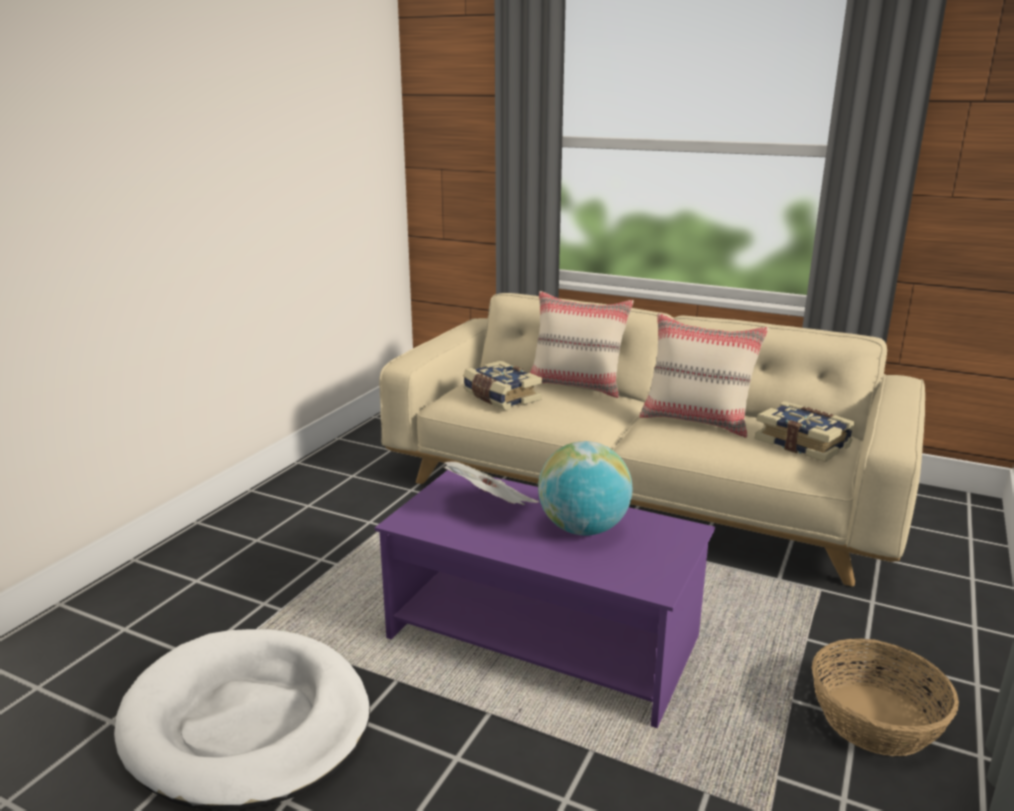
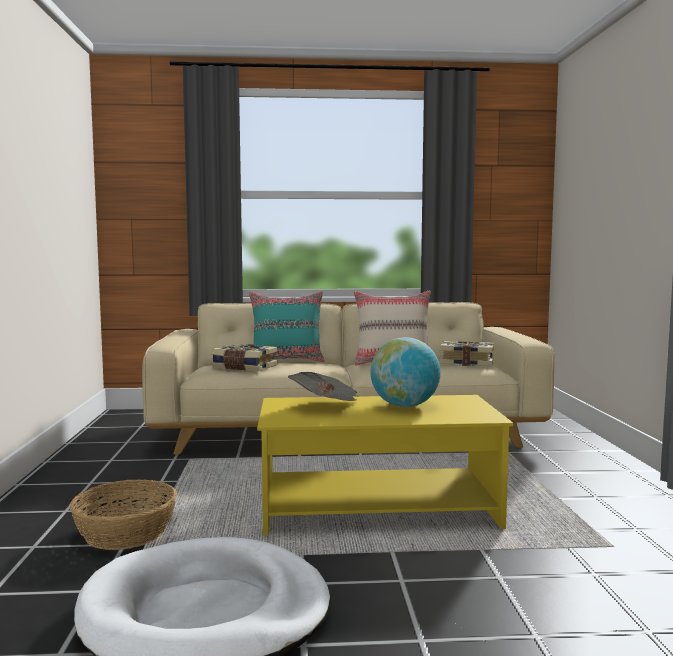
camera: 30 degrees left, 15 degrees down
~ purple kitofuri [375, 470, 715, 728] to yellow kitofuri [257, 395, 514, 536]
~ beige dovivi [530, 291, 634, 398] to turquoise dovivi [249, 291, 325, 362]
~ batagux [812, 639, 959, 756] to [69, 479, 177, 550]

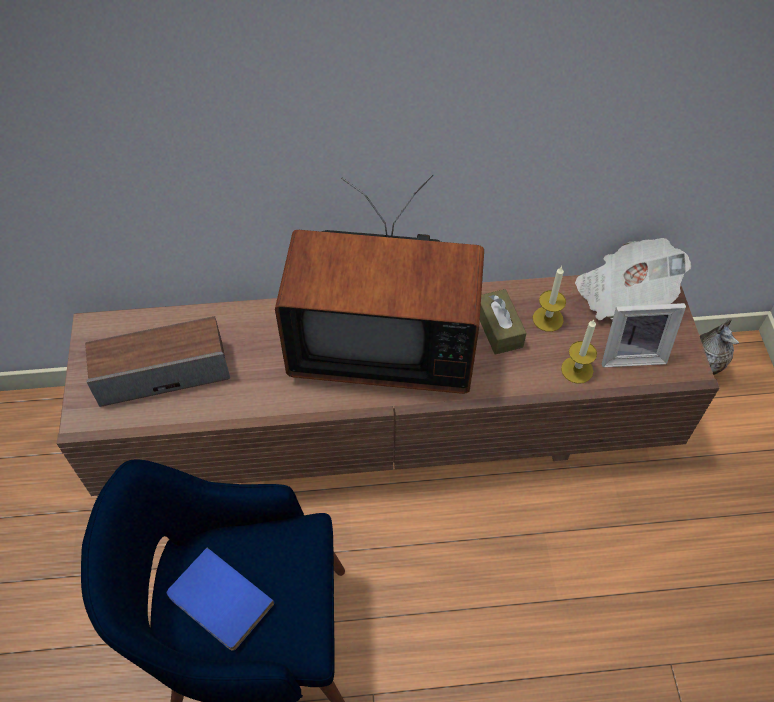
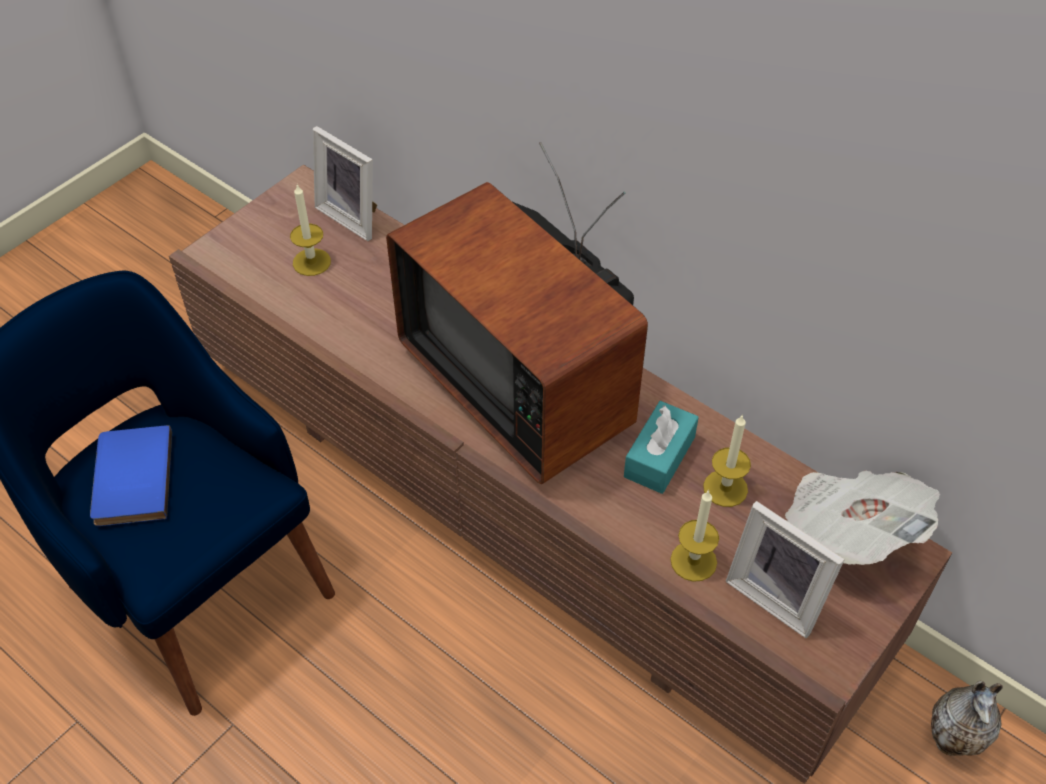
camera: 45 degrees right, 5 degrees down
~ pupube [85, 316, 230, 407] to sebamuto [290, 185, 331, 276]
~ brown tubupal [480, 289, 526, 355] to turquoise tubupal [624, 401, 699, 494]
+ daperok [313, 126, 377, 241]

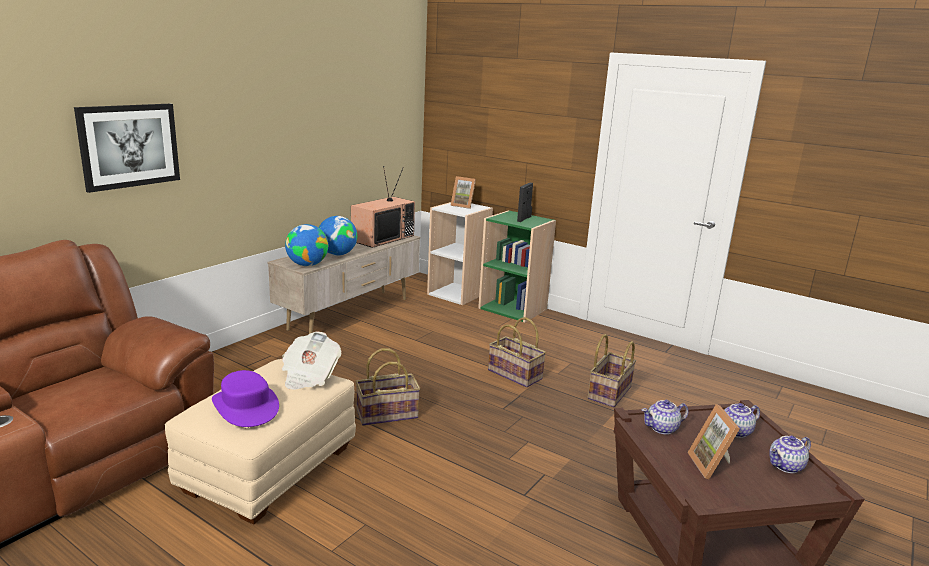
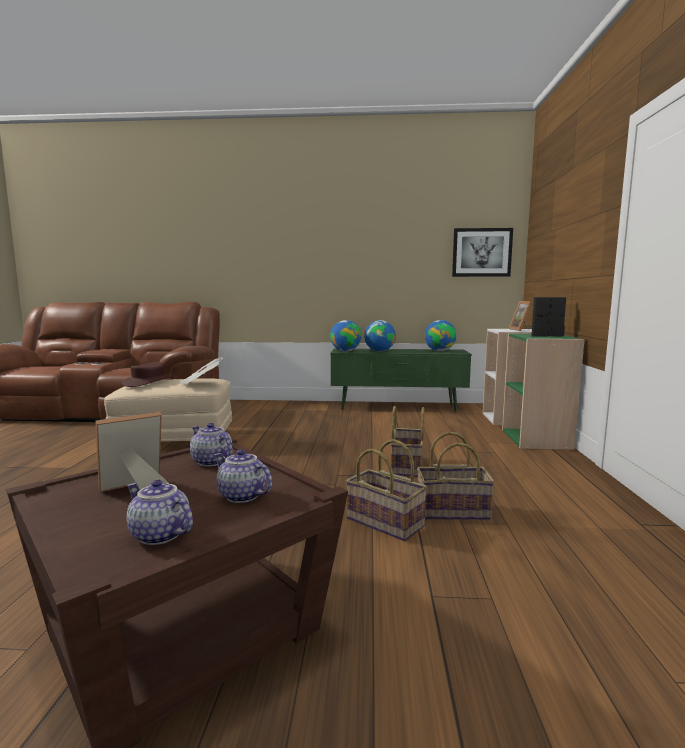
camera: 60 degrees right, 10 degrees down
~ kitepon [74, 104, 180, 193] to [452, 228, 513, 277]
~ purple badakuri [212, 370, 279, 427] to brown badakuri [122, 362, 173, 387]
~ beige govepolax [267, 235, 420, 334] to green govepolax [330, 349, 472, 412]
~ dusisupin [351, 166, 415, 248] to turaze [425, 320, 456, 351]
~ batagux [355, 348, 421, 426] to [346, 439, 427, 541]

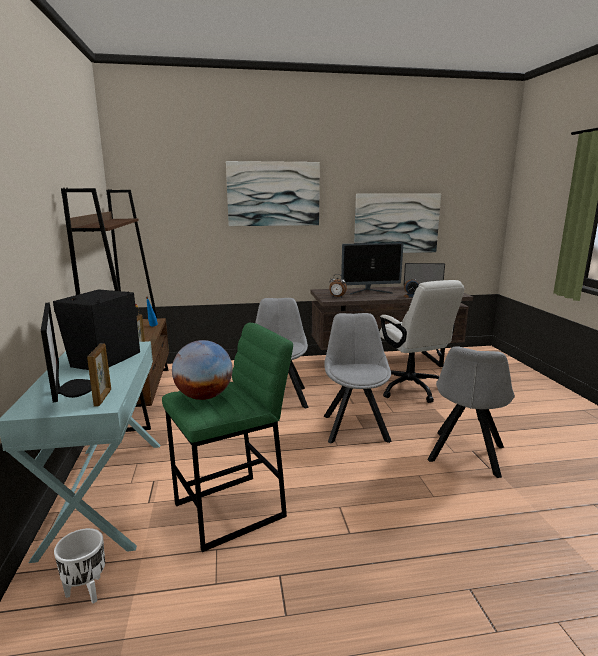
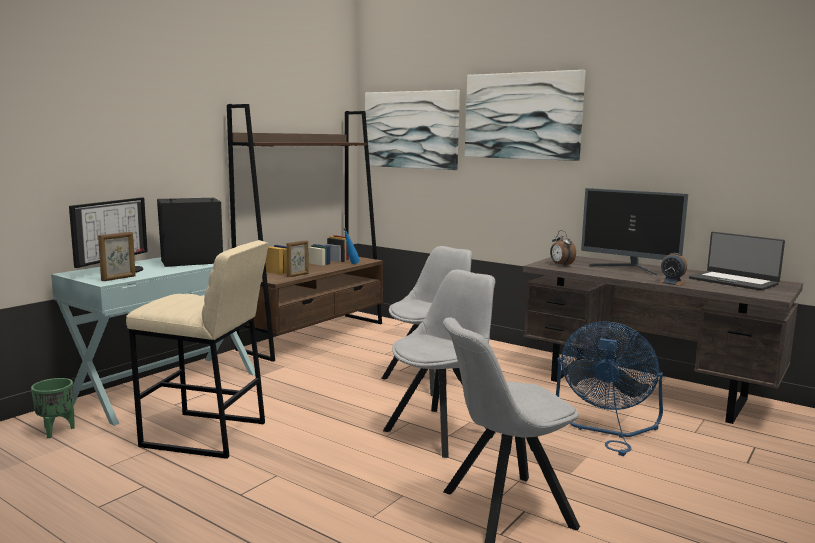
camera: 45 degrees right, 5 degrees down
~ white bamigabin [54, 528, 105, 604] to green bamigabin [31, 378, 75, 438]
~ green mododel [162, 323, 293, 552] to beige mododel [126, 240, 268, 459]
- turaze [172, 340, 233, 400]
~ kitepon [354, 194, 441, 253] to [365, 90, 460, 170]
~ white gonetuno [379, 280, 464, 403] to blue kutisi [556, 322, 663, 456]

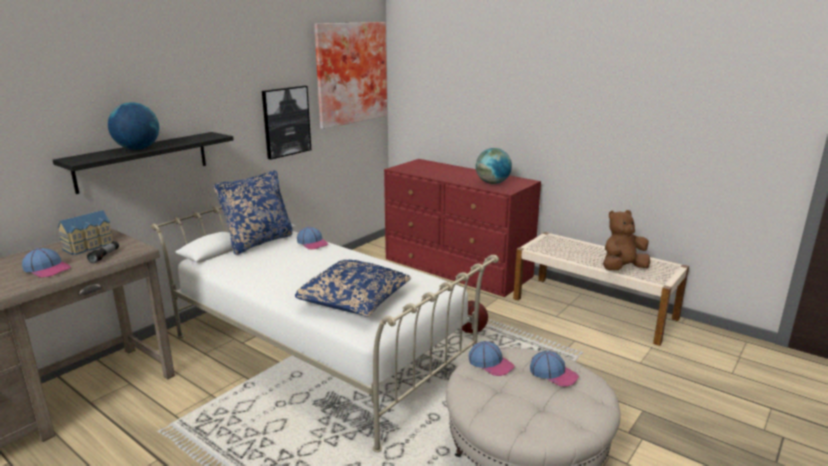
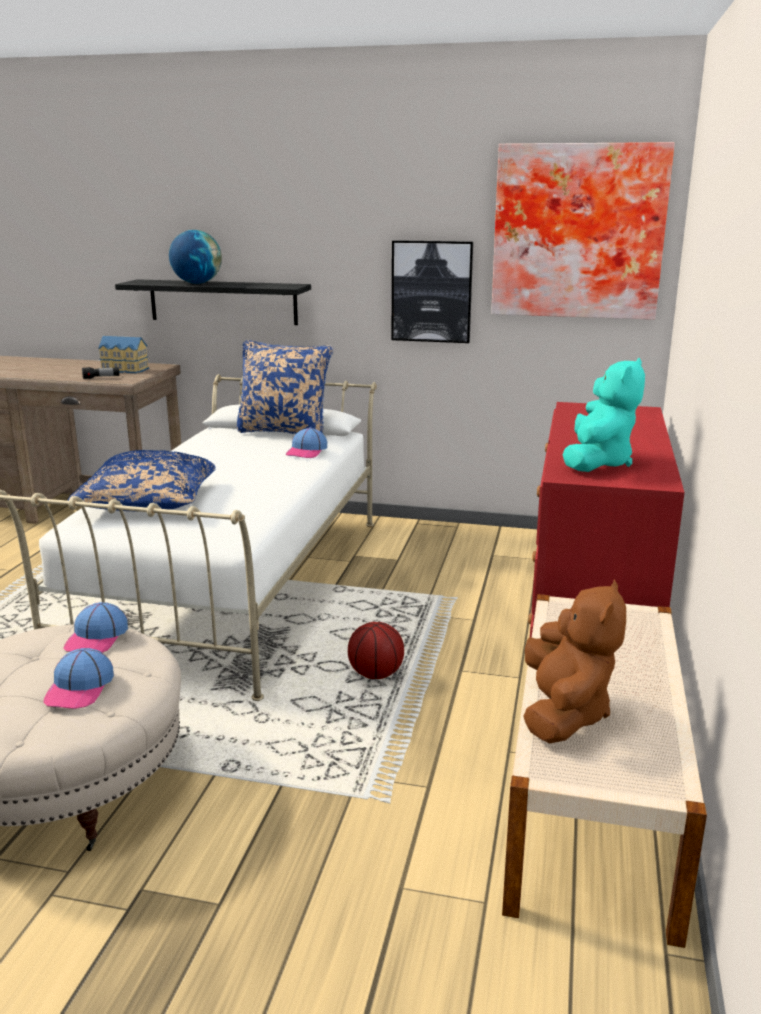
camera: 65 degrees right, 0 degrees up
- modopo [22, 248, 71, 278]
~ turaze [476, 148, 512, 184] to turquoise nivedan [562, 358, 645, 472]
~ brown nivedan [603, 210, 650, 270] = [523, 580, 626, 744] 60 degrees clockwise

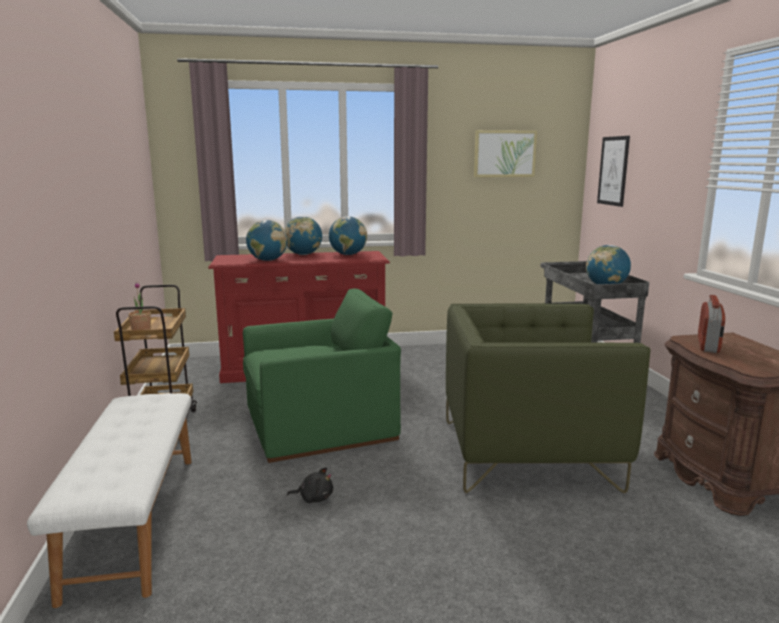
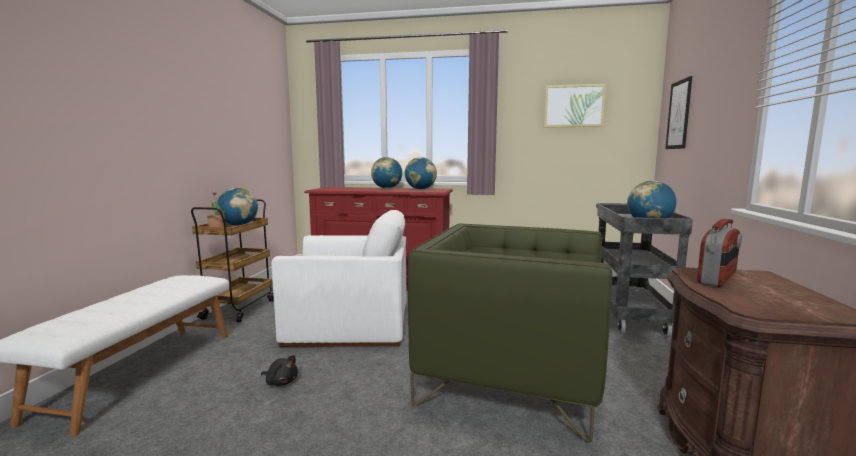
camera: 20 degrees right, 5 degrees down
~ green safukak [243, 288, 401, 463] to white safukak [271, 210, 407, 347]
~ turaze [246, 220, 288, 261] to [217, 188, 258, 226]

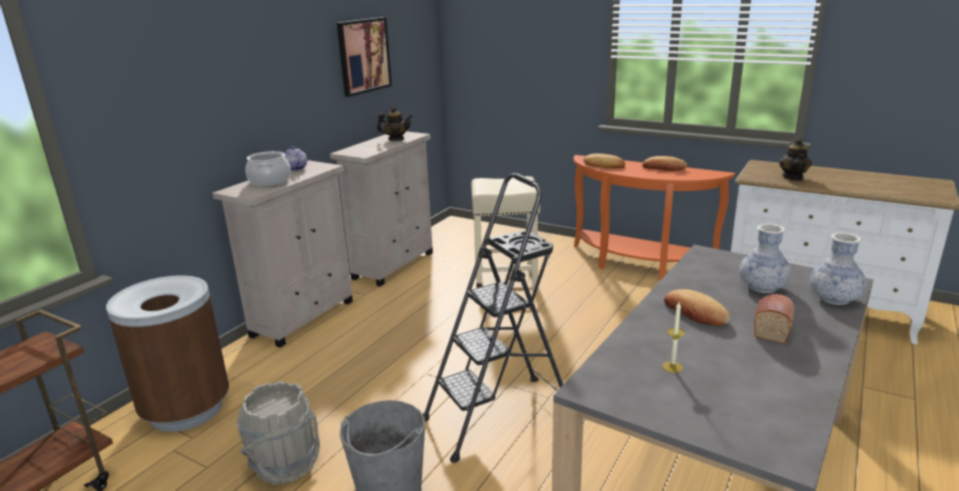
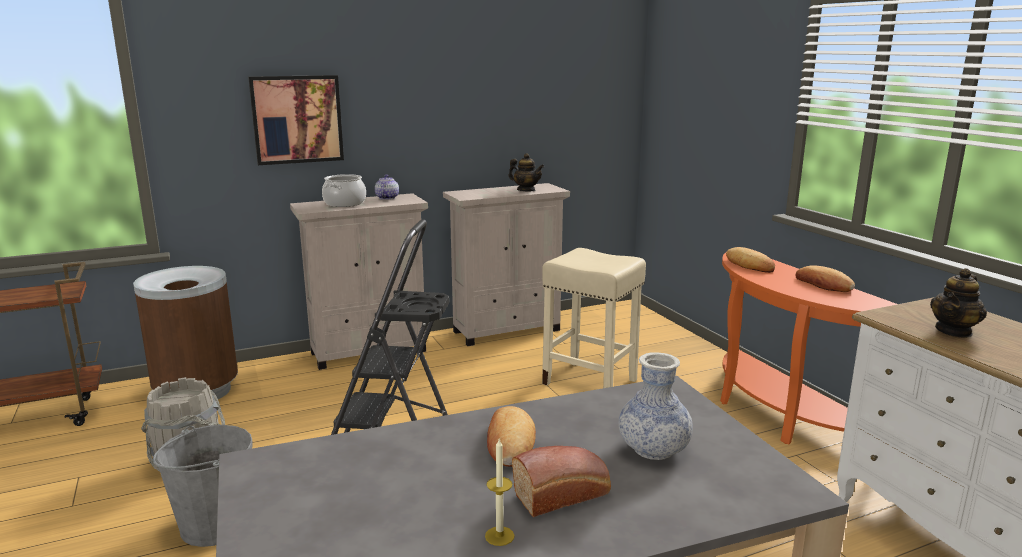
camera: 35 degrees right, 5 degrees down
~ kitepon [337, 17, 392, 97] to [248, 75, 344, 165]
~ sebamuto [663, 303, 685, 373] to [485, 439, 515, 546]
- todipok [810, 232, 867, 305]

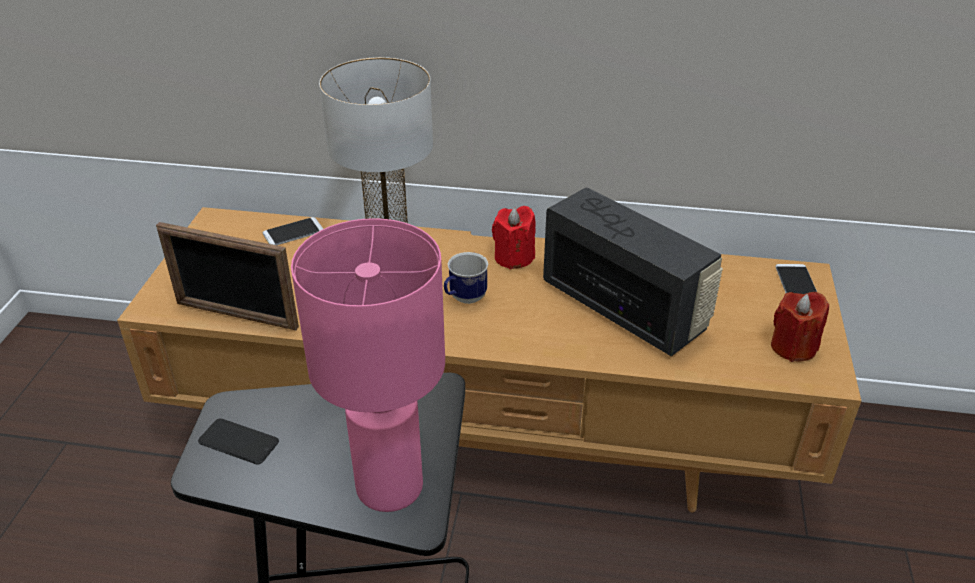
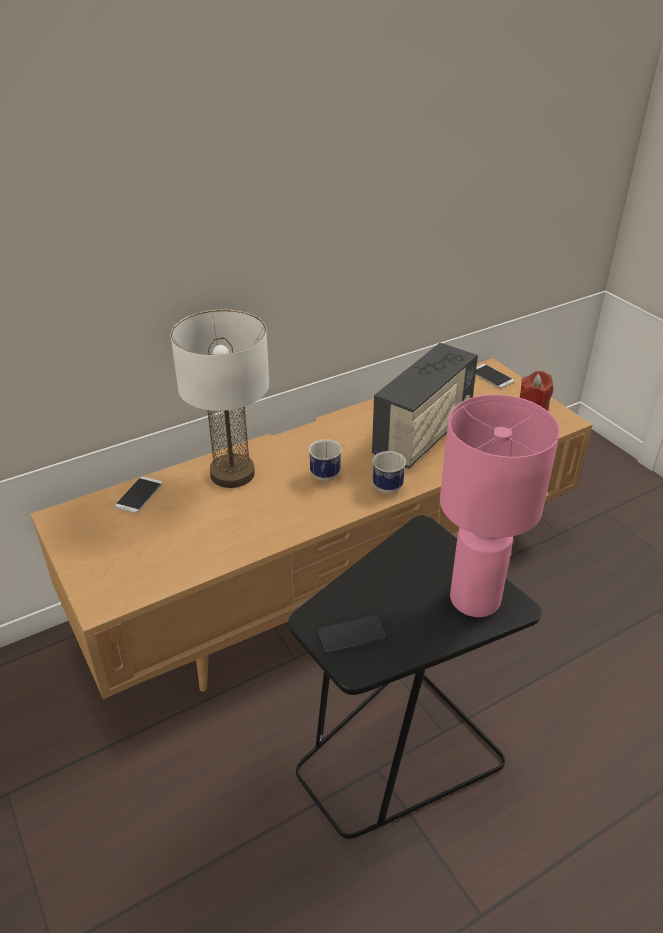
camera: 40 degrees left, 0 degrees up
- daperok [156, 222, 299, 330]
- red sebamuto [492, 206, 536, 270]
~ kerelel [543, 188, 723, 356] = [372, 343, 478, 469] 120 degrees clockwise
+ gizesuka [372, 451, 406, 494]

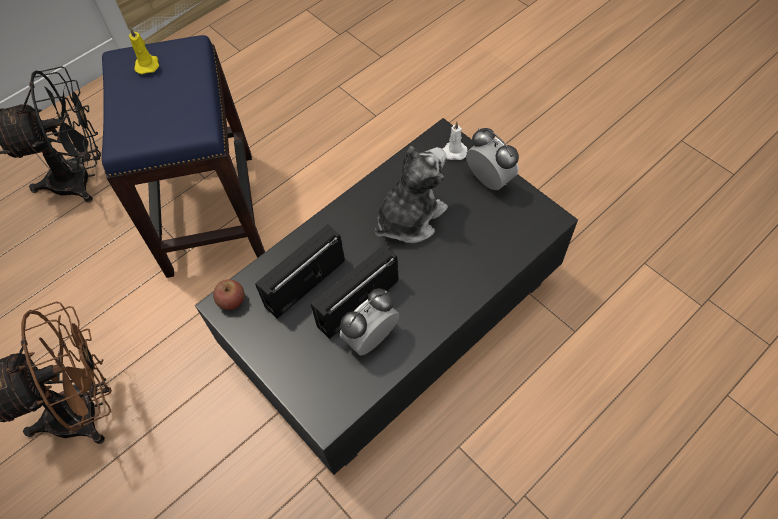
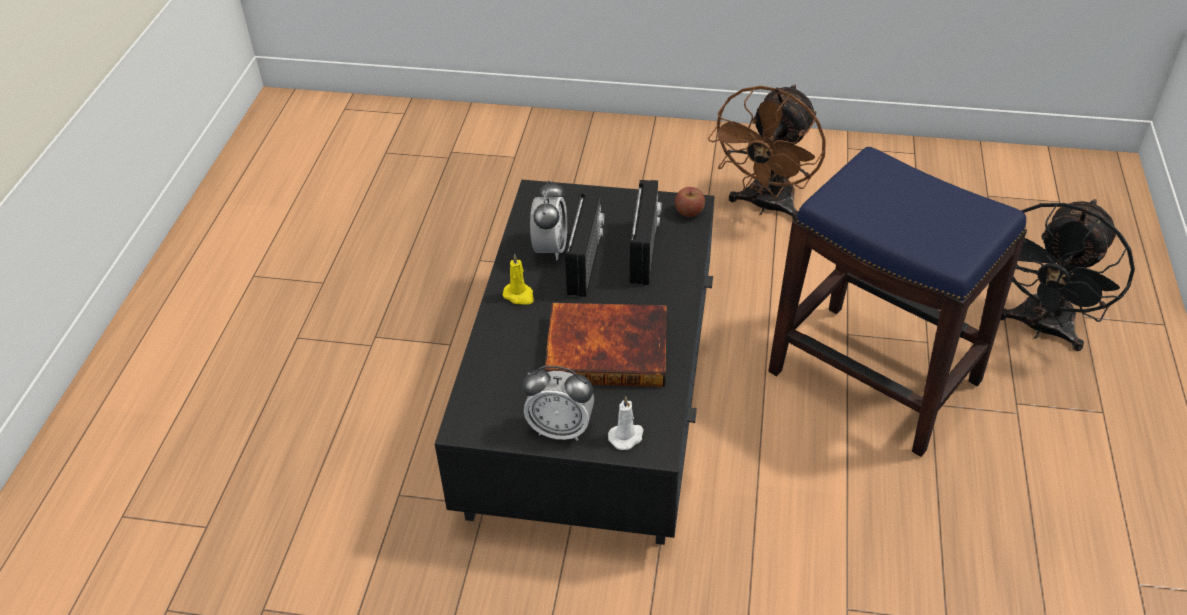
camera: 140 degrees right, 15 degrees down
~ yellow sebamuto [129, 27, 159, 74] to [503, 254, 534, 305]
~ nivedan [375, 146, 448, 243] to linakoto [544, 303, 667, 387]

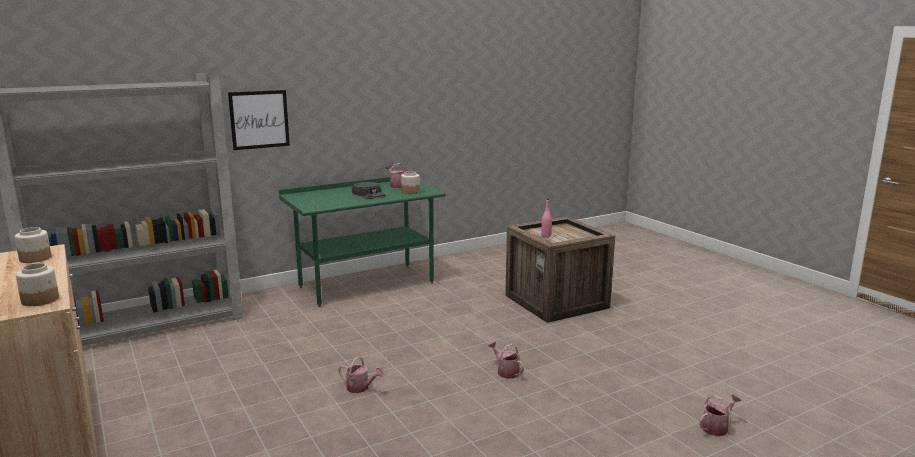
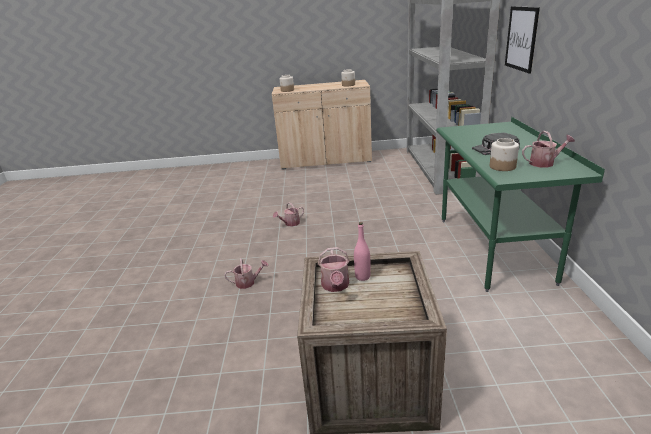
camera: 120 degrees right, 10 degrees up
~ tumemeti [699, 394, 741, 436] to [318, 247, 350, 292]

